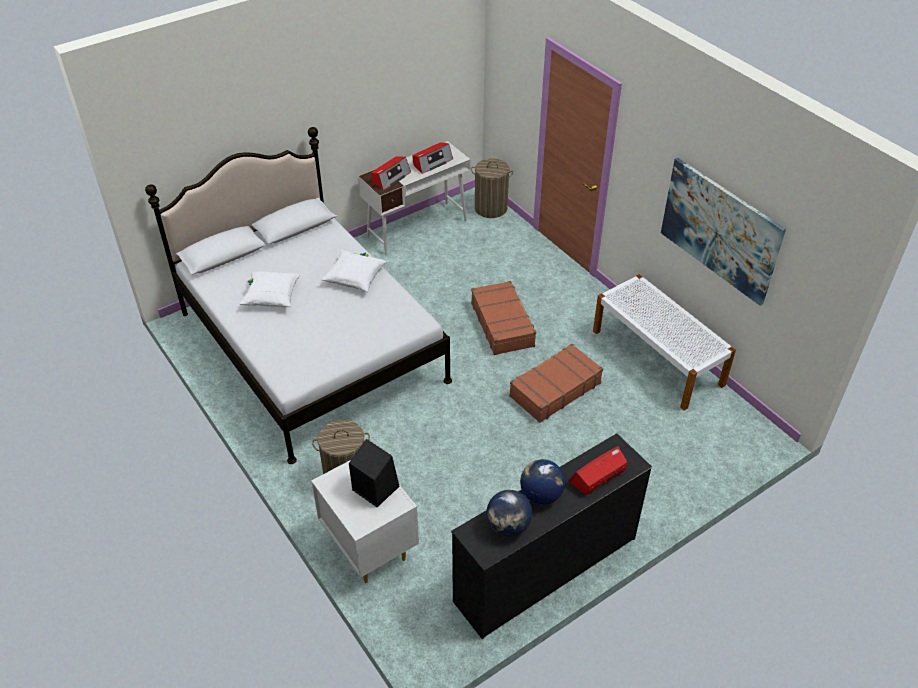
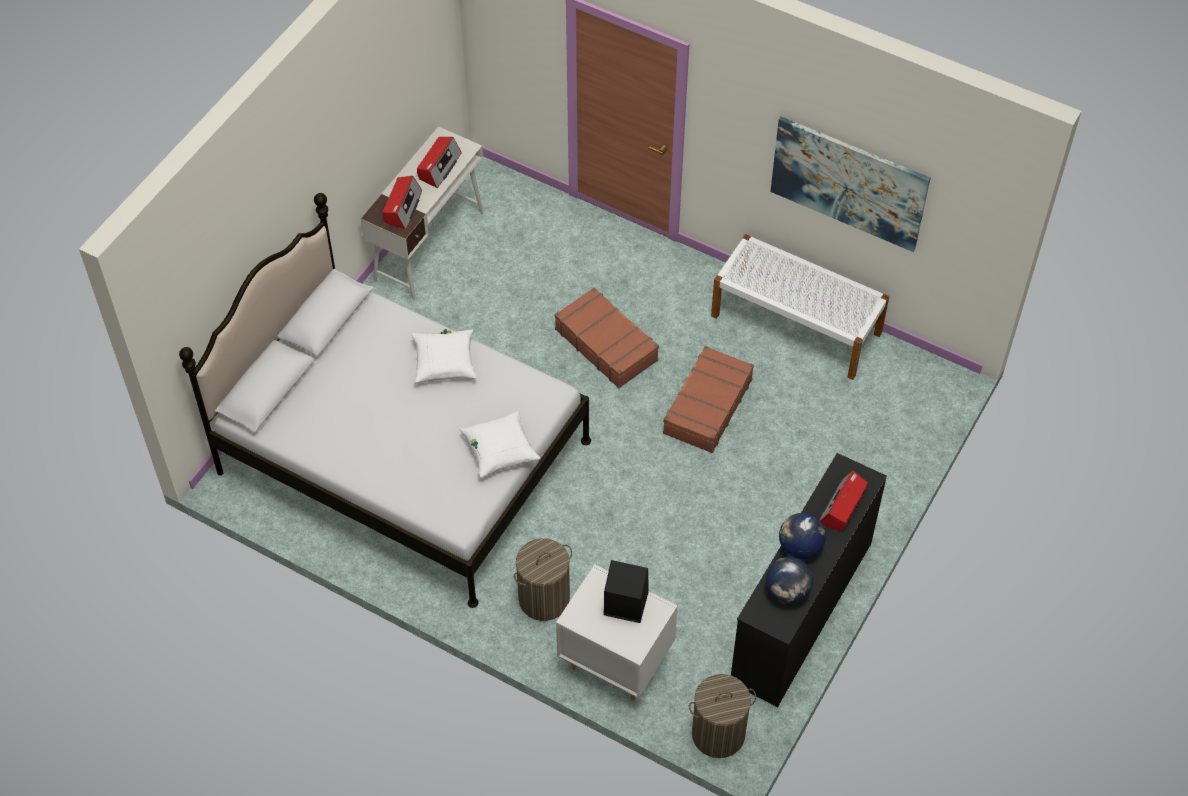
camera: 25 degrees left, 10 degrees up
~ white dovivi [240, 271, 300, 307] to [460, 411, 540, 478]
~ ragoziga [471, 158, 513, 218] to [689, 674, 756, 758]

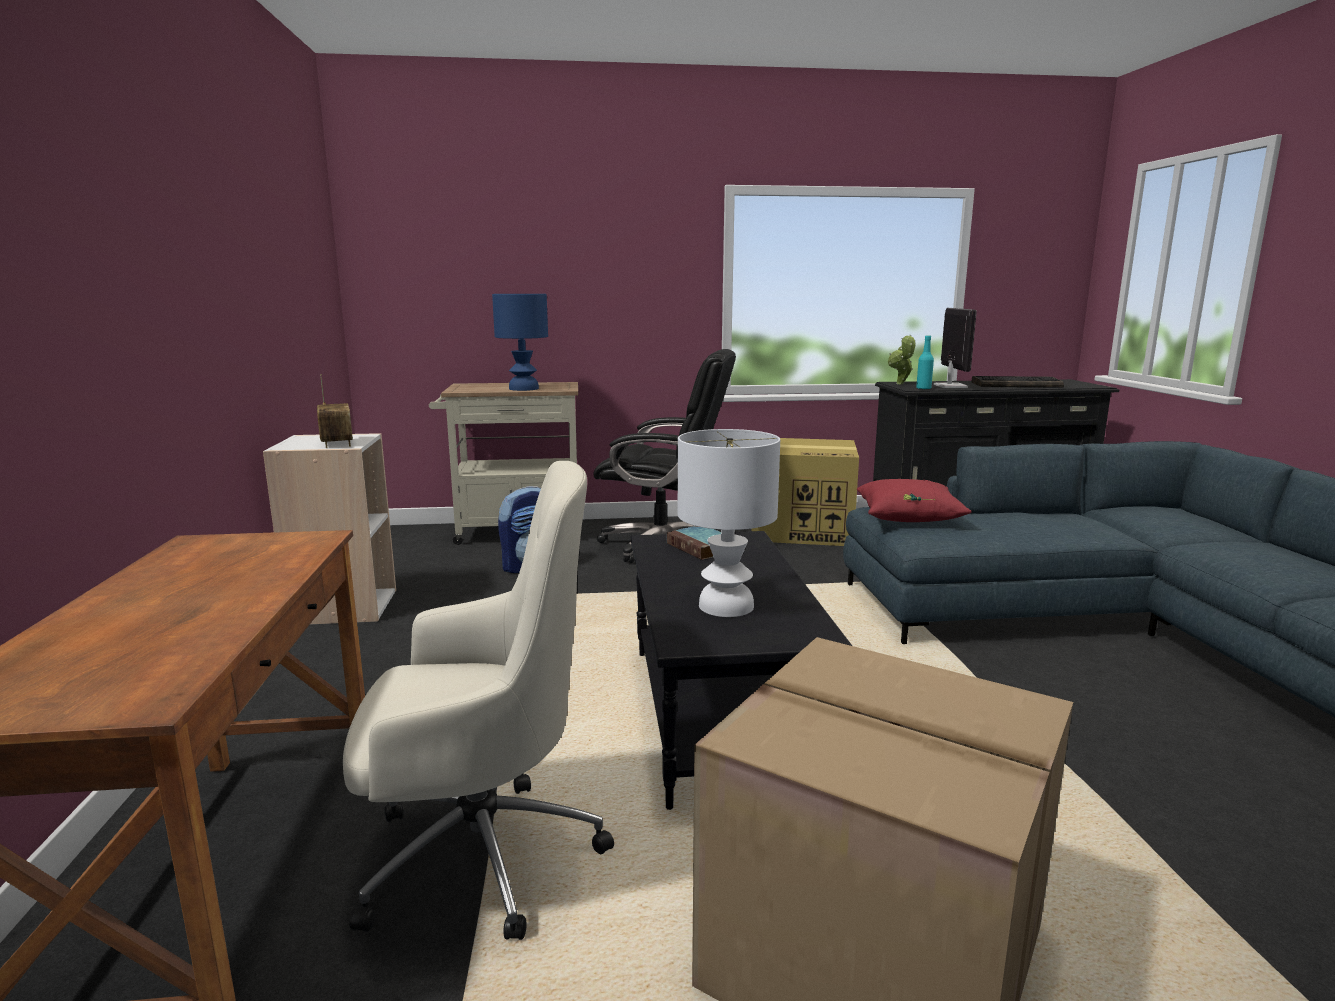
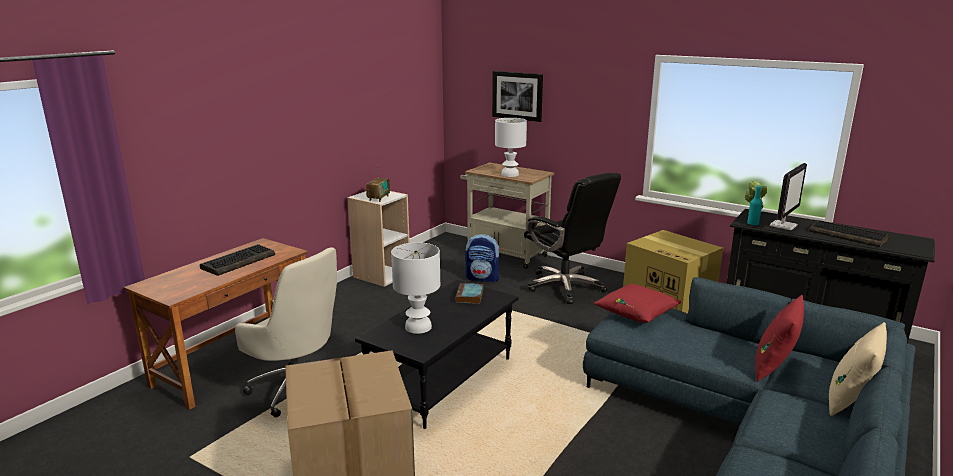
camera: 40 degrees right, 5 degrees up
~ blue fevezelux [492, 294, 548, 391] to white fevezelux [495, 118, 527, 177]
+ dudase [200, 244, 275, 276]
+ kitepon [492, 71, 543, 122]
+ red dovivi [755, 295, 804, 381]
+ beige dovivi [829, 322, 887, 416]

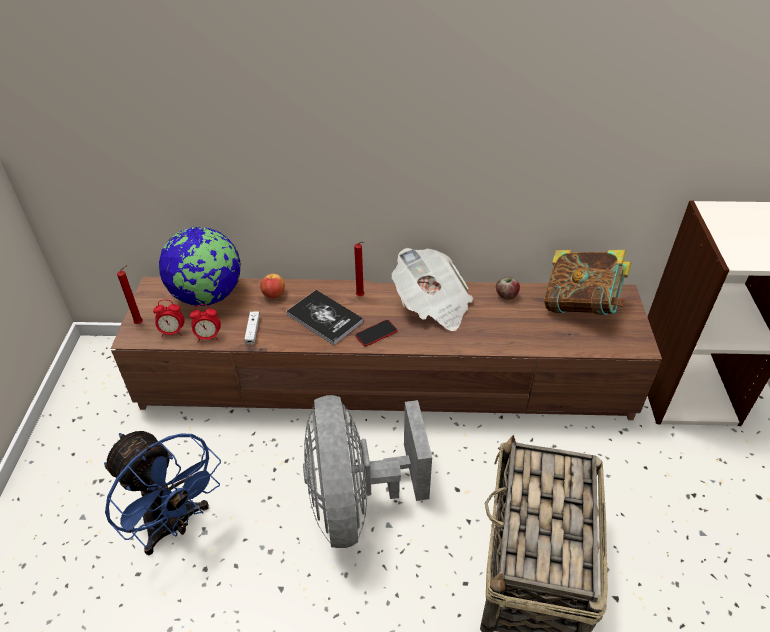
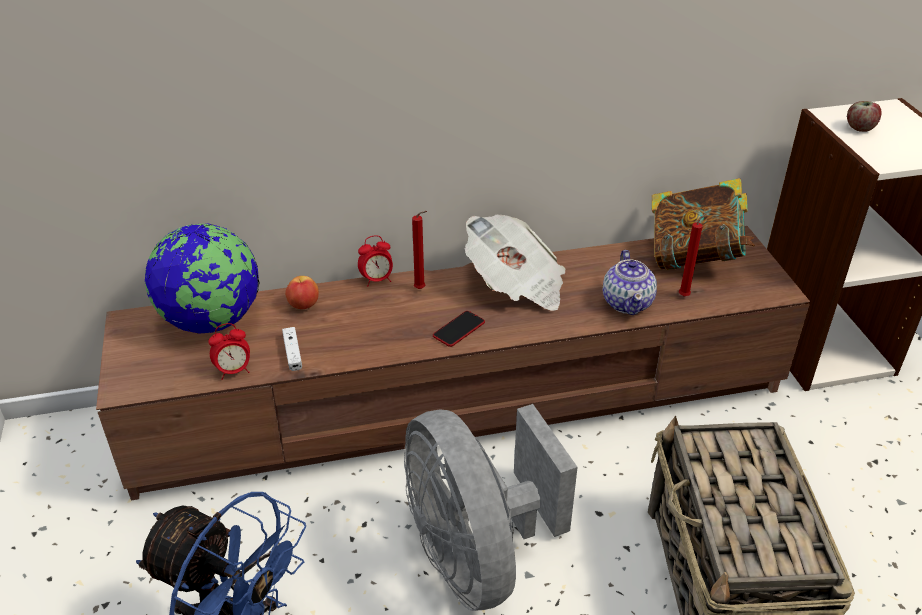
camera: 15 degrees left, 5 degrees down
~ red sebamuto [117, 265, 143, 324] to [679, 213, 707, 296]
~ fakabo [153, 300, 185, 337] to [358, 235, 393, 287]
- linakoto [286, 290, 363, 345]
~ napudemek [496, 277, 520, 300] to [847, 101, 882, 132]
+ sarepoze [603, 250, 657, 315]

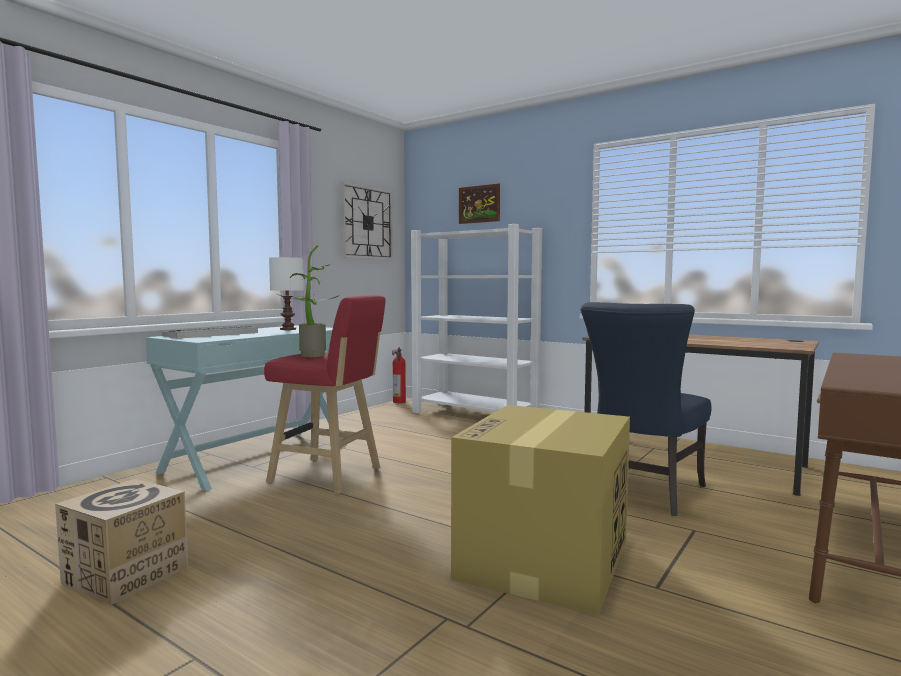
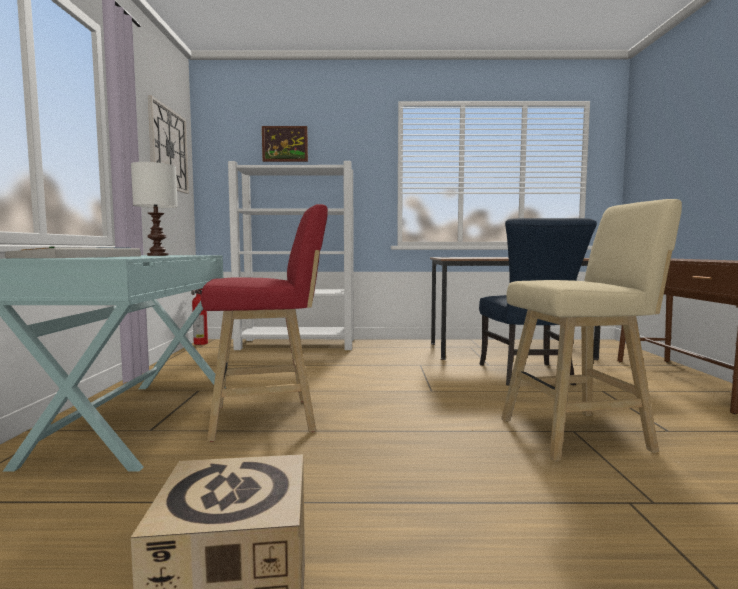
camera: 35 degrees left, 0 degrees up
- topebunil [277, 245, 338, 357]
~ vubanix [451, 405, 630, 615] to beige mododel [501, 199, 682, 461]

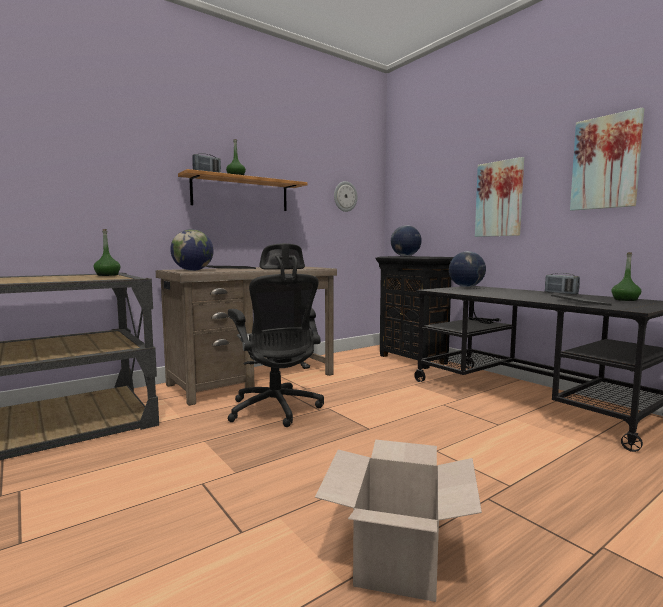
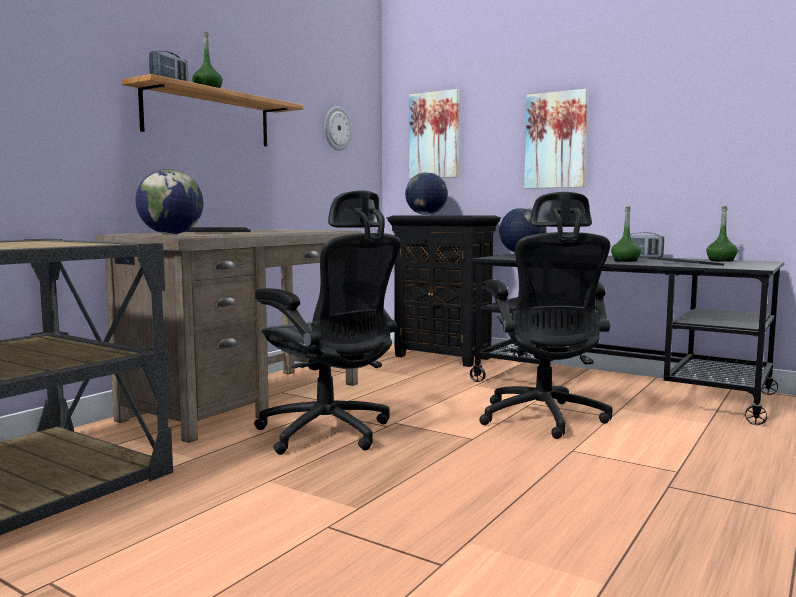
camera: 20 degrees left, 0 degrees up
~ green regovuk [93, 229, 121, 276] to [611, 206, 641, 262]
- vubanix [315, 439, 482, 602]
~ kitepon [570, 108, 644, 211] to [409, 89, 460, 179]
+ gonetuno [479, 192, 613, 439]

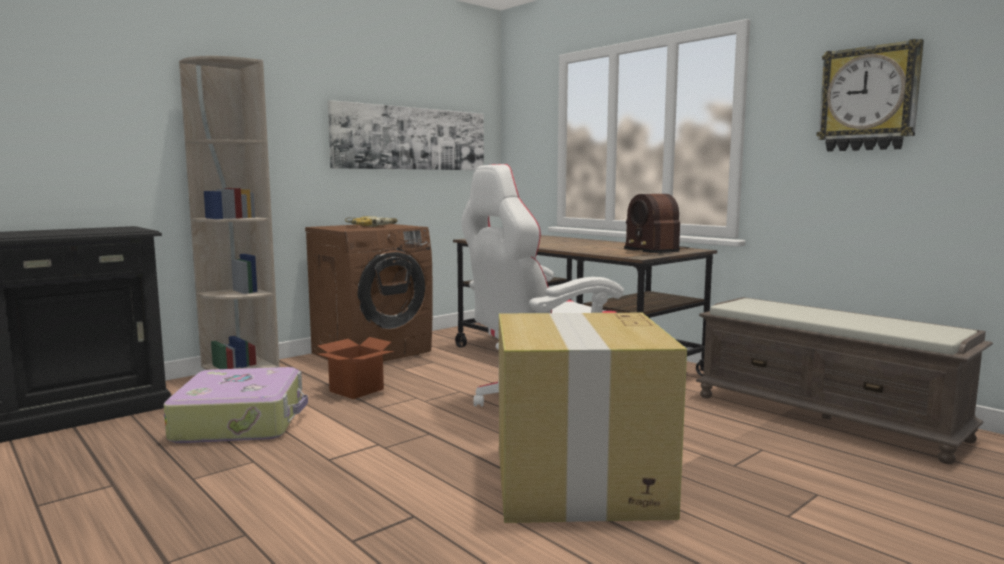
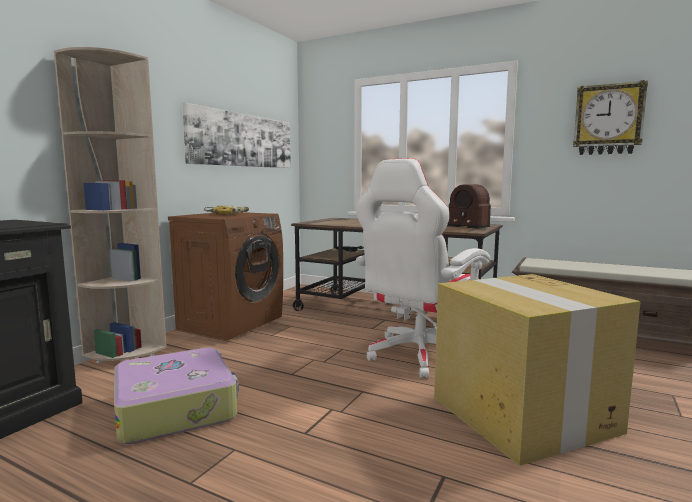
camera: 20 degrees left, 0 degrees up
- vubanix [317, 337, 394, 399]

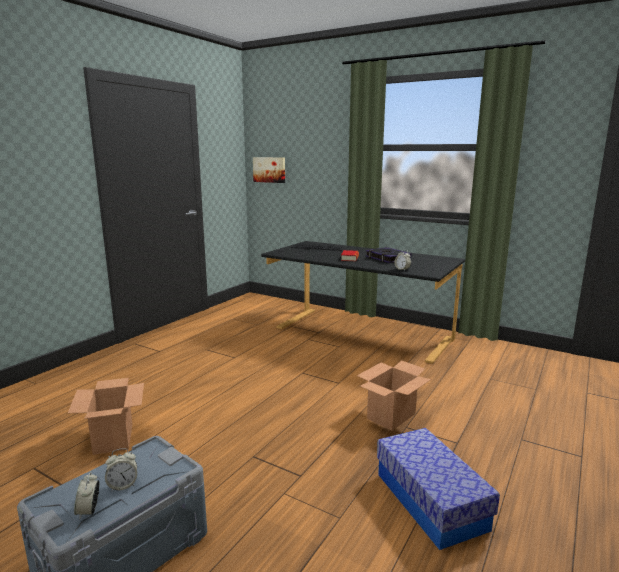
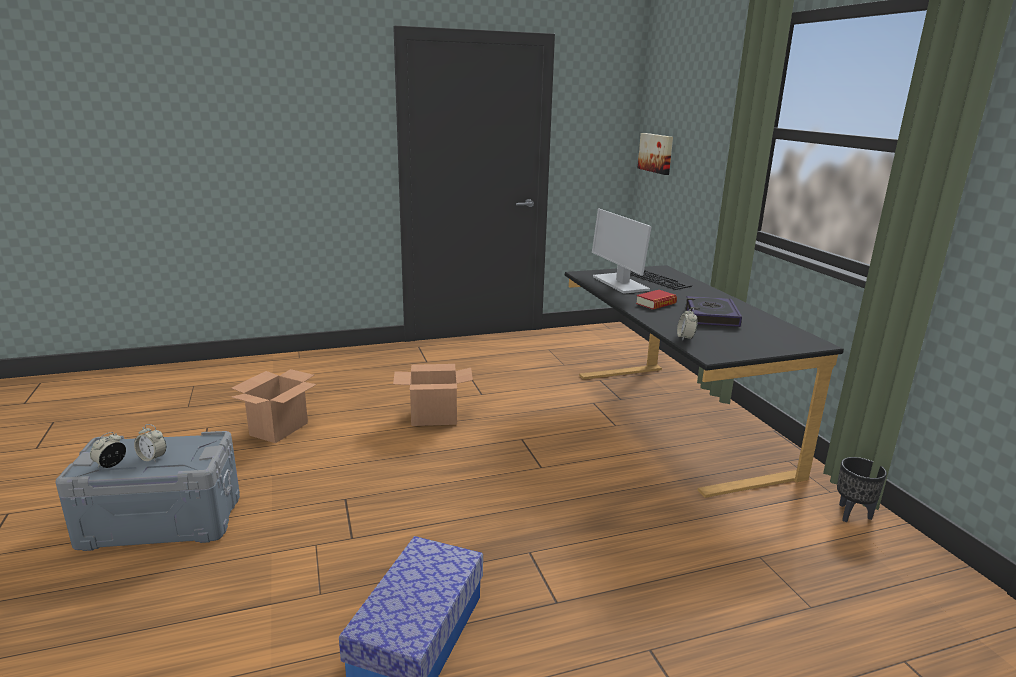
camera: 40 degrees right, 5 degrees up
~ vubanix [357, 360, 431, 431] to [393, 364, 473, 426]
+ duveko [592, 209, 652, 294]
+ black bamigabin [837, 457, 887, 522]

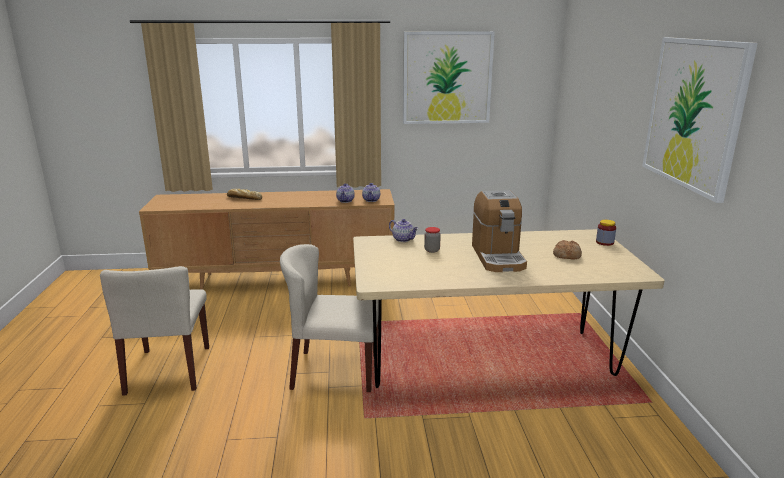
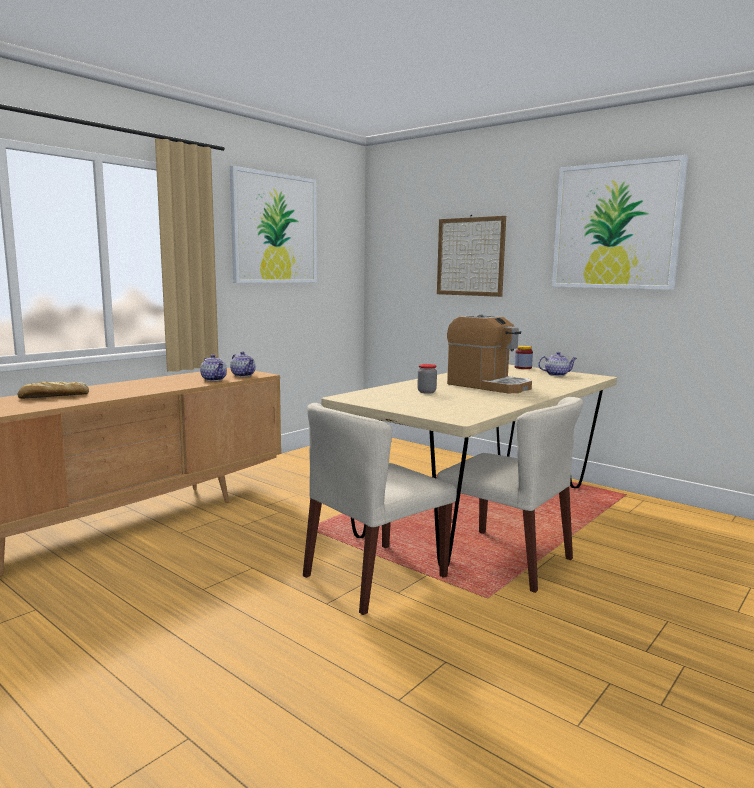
camera: 45 degrees left, 10 degrees down
~ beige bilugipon [100, 266, 209, 396] to [437, 397, 583, 593]
~ sarepoze [389, 219, 418, 242] to [538, 352, 577, 376]
- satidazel [553, 240, 582, 259]
+ kitepon [437, 215, 506, 297]

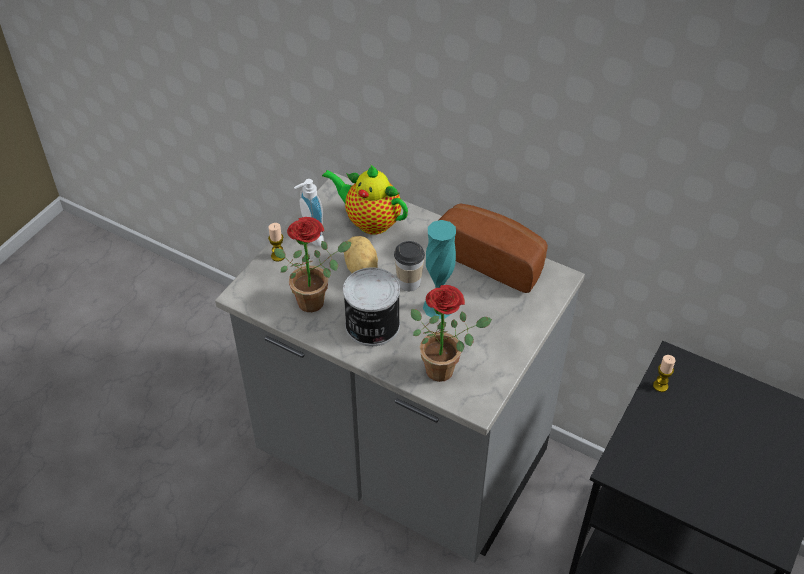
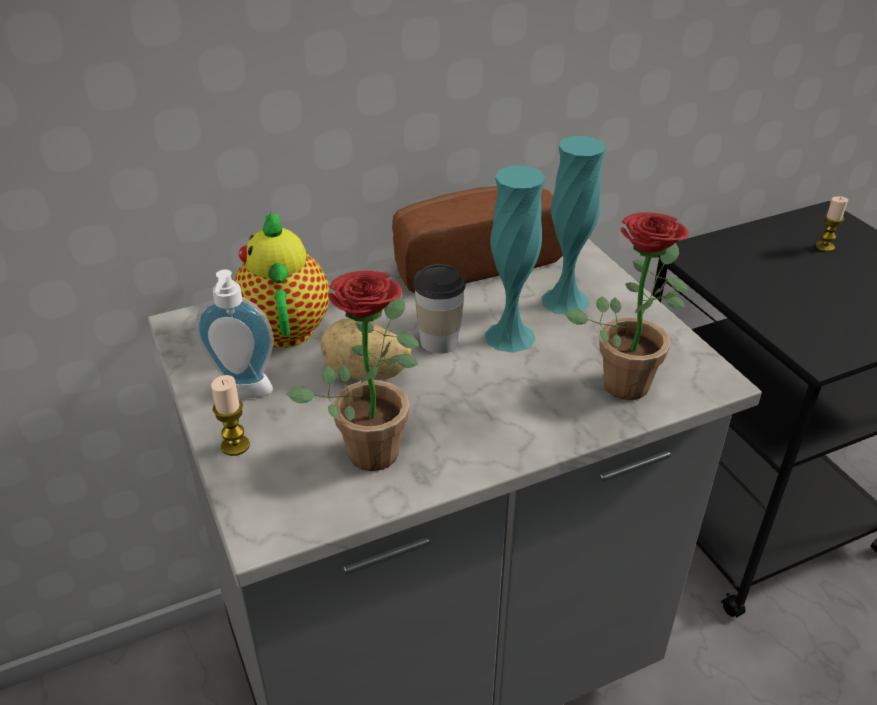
camera: 55 degrees left, 10 degrees down
~ sarepoze [322, 164, 408, 235] = [234, 212, 329, 348] 105 degrees clockwise
- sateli [343, 267, 400, 346]
~ sebamuto [653, 355, 676, 392] to [815, 196, 848, 252]
+ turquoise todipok [541, 136, 606, 315]

